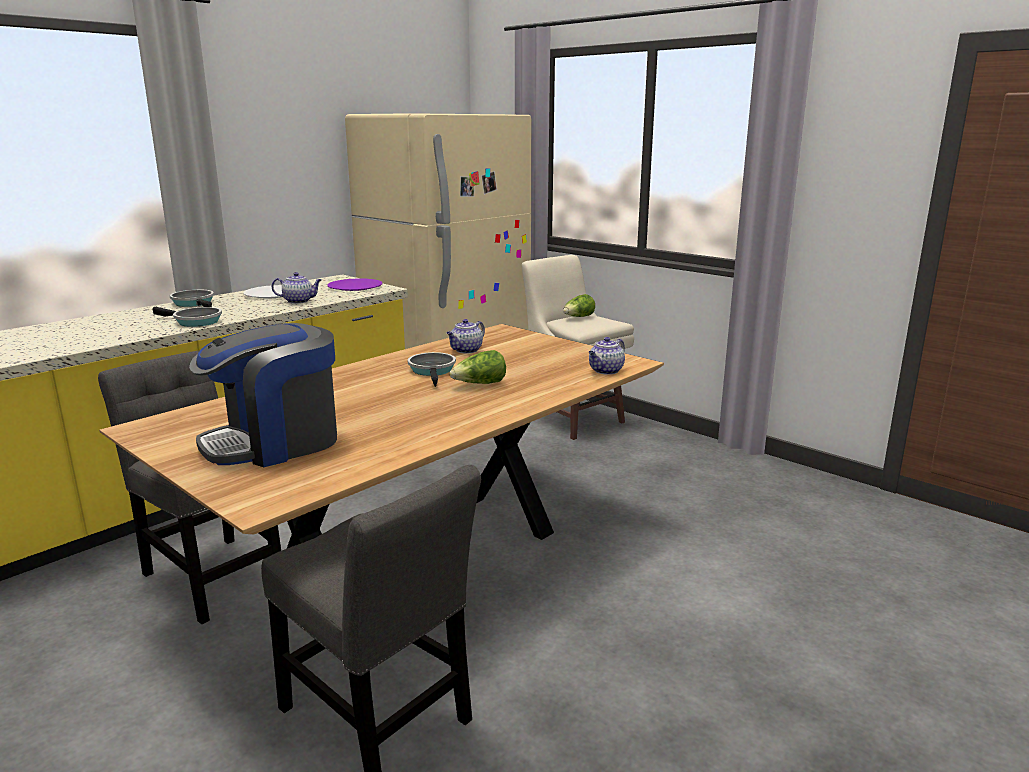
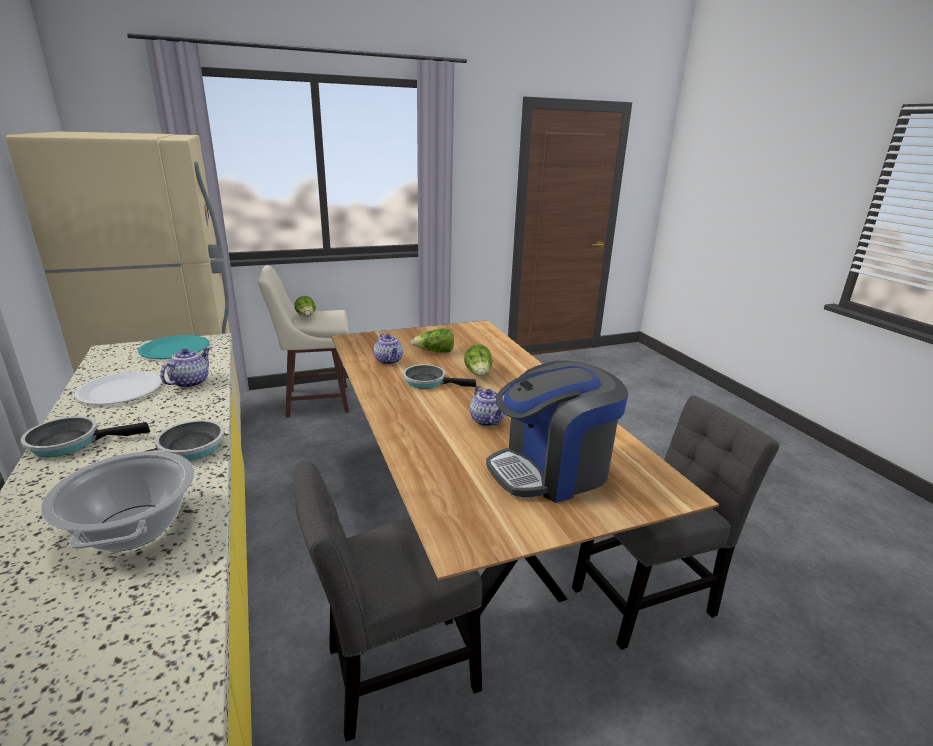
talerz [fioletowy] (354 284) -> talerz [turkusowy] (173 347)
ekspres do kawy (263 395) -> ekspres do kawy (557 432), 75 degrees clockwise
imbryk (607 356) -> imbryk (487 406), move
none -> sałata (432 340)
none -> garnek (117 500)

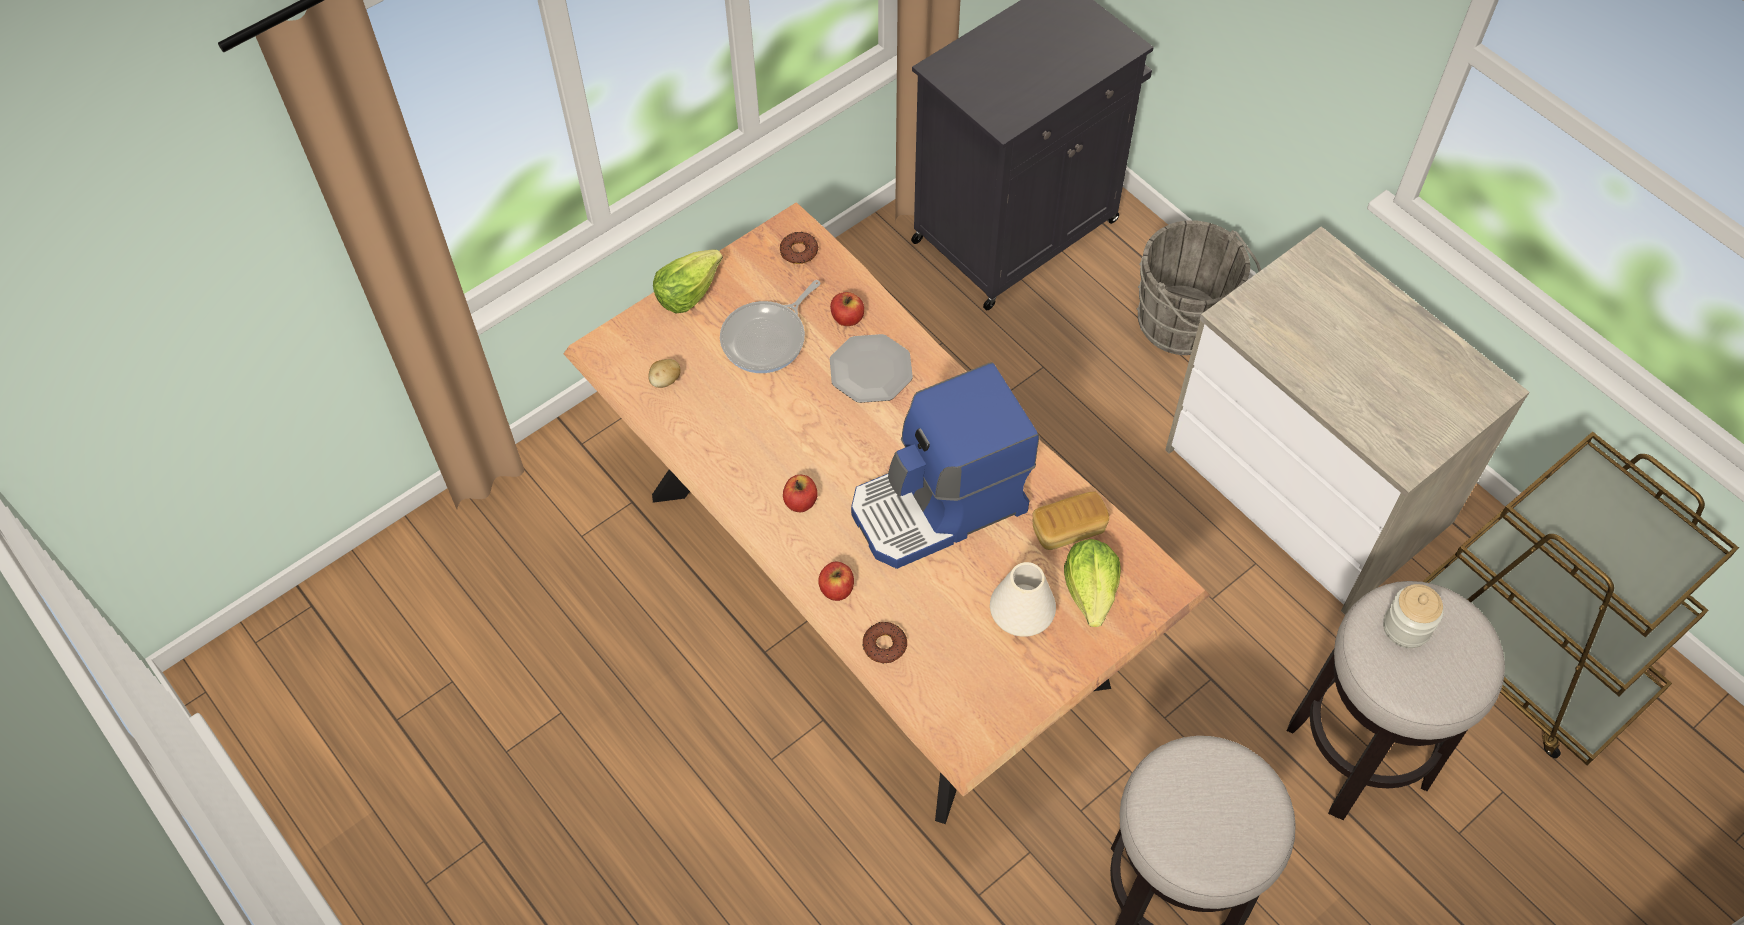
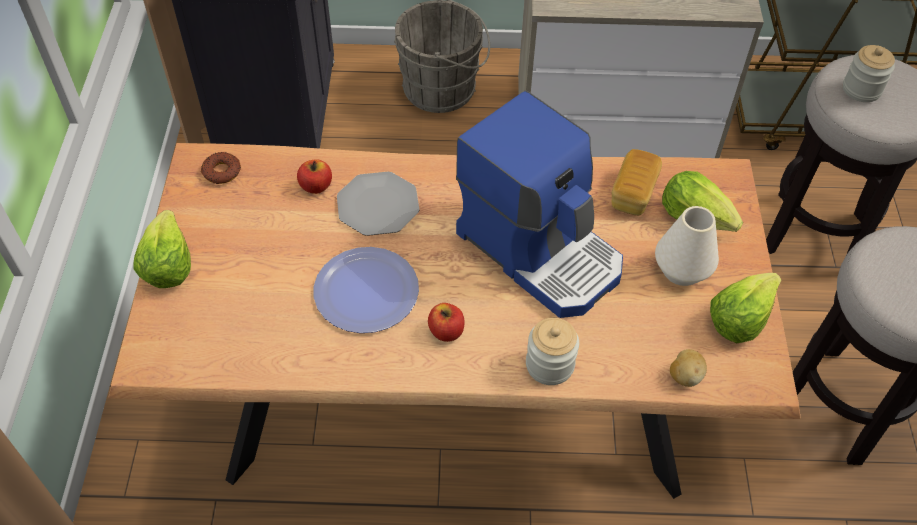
patelnia (770 326) -> none
ziemniak (664 373) -> ziemniak (688 368), move
ekspres do kawy (945 465) -> ekspres do kawy (539 204), 60 degrees counterclockwise
jabłko (836 581) -> słoik (552 351)
donut (884 642) -> none
none -> talerz (366 290)
none -> sałata (745 308)

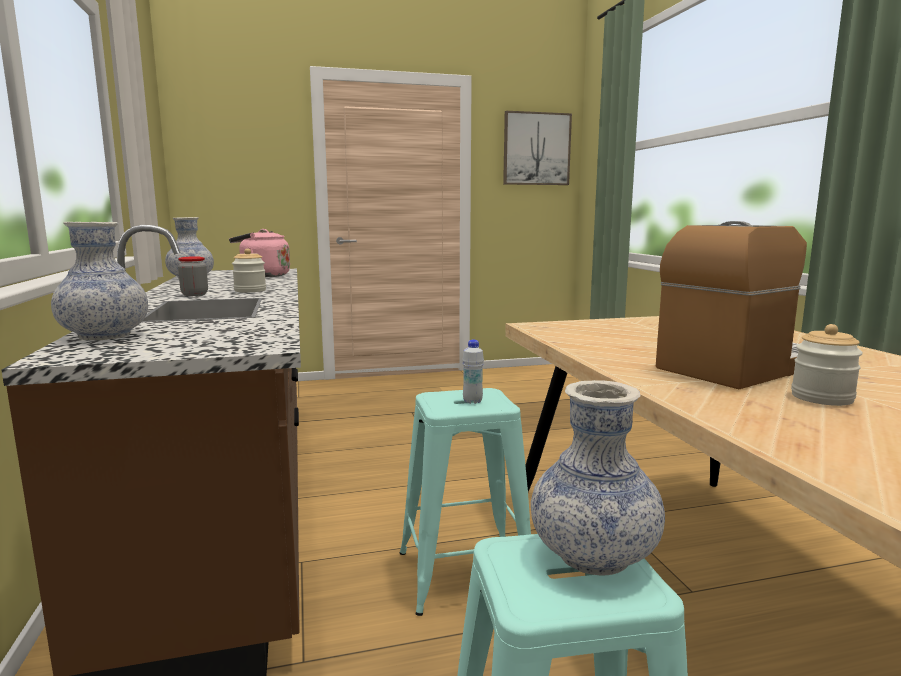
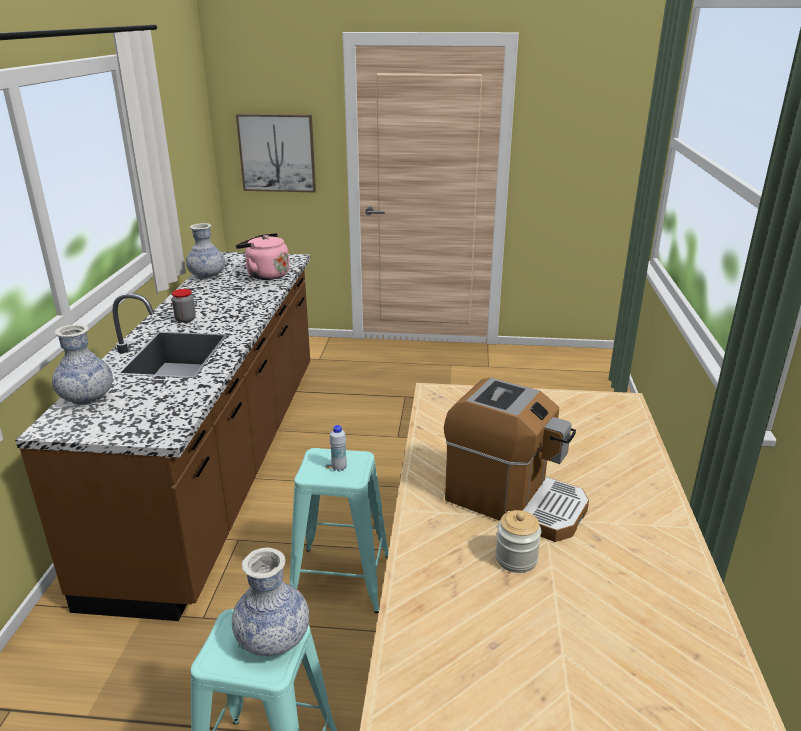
obraz (537 148) -> obraz (276 153), move
ekspres do kawy (731 305) -> ekspres do kawy (516 460), 45 degrees clockwise
słoik (249 270) -> none

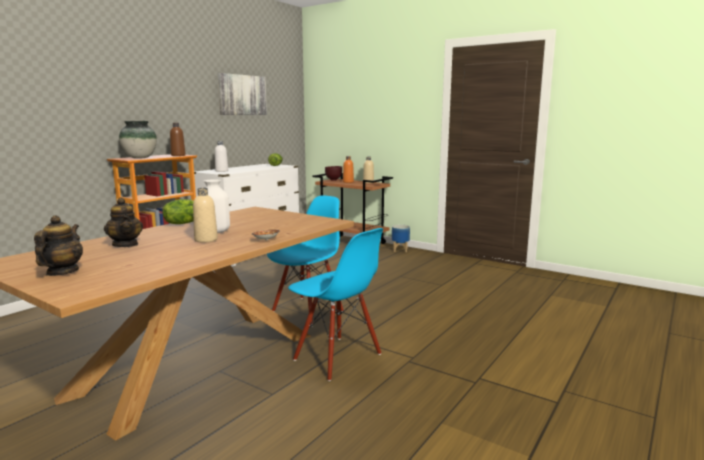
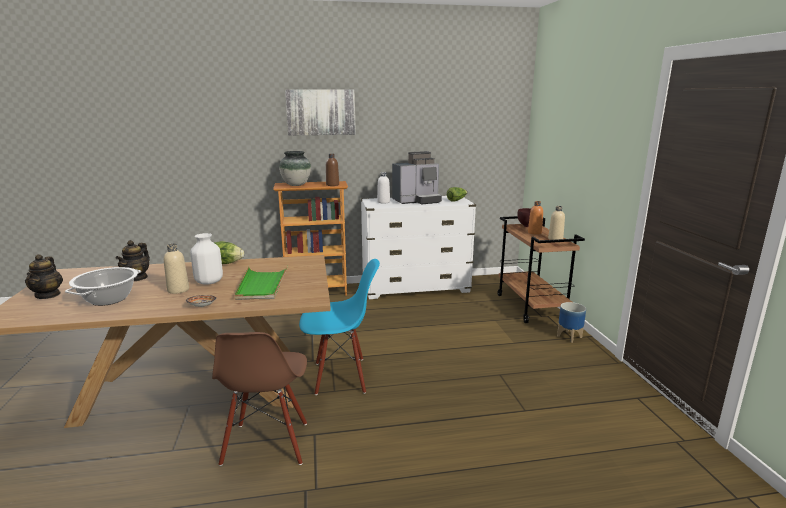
obraz (242 94) -> obraz (320 112), move
imbryk (58 245) -> imbryk (44 276), 120 degrees clockwise
krzesło [niebieski] (335 304) -> krzesło [brązowy] (259 399)
none -> ekspres do kawy (417 178)
none -> taca [zielony] (261 283)
none -> garnek (103 286)

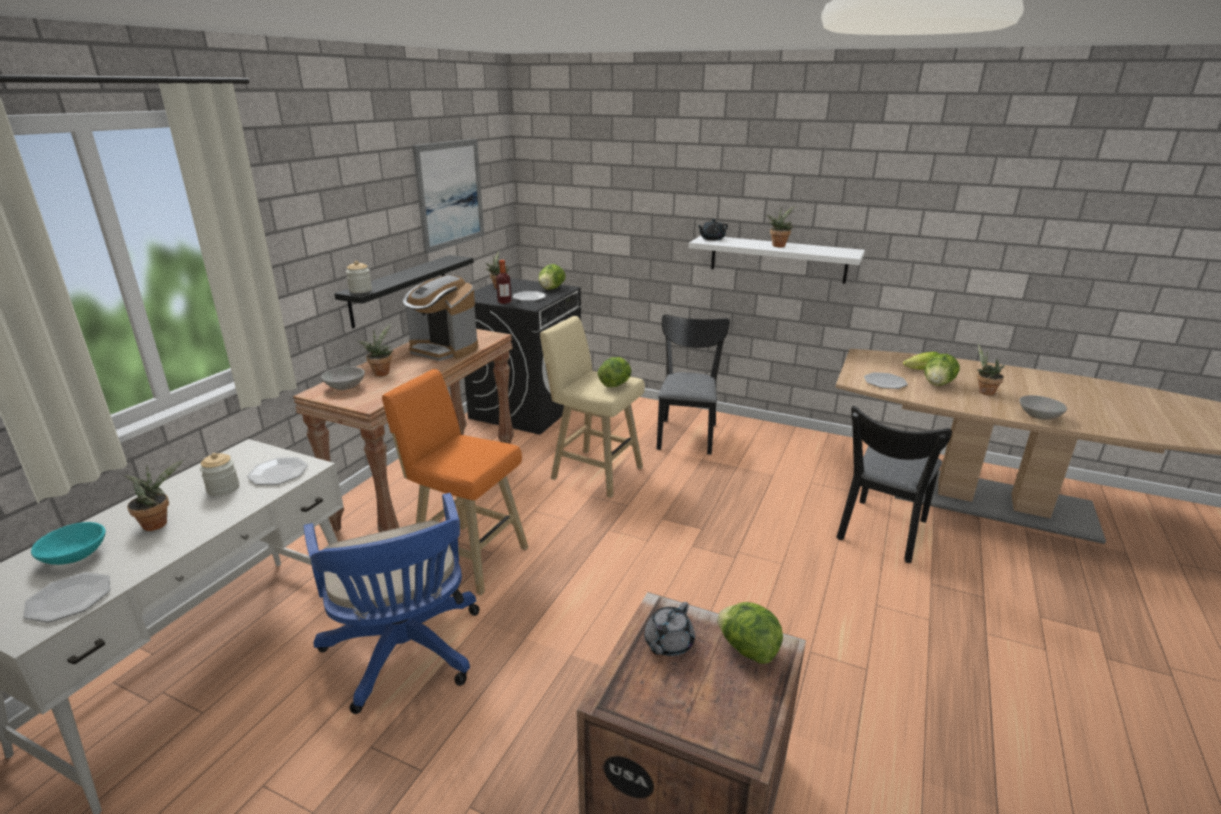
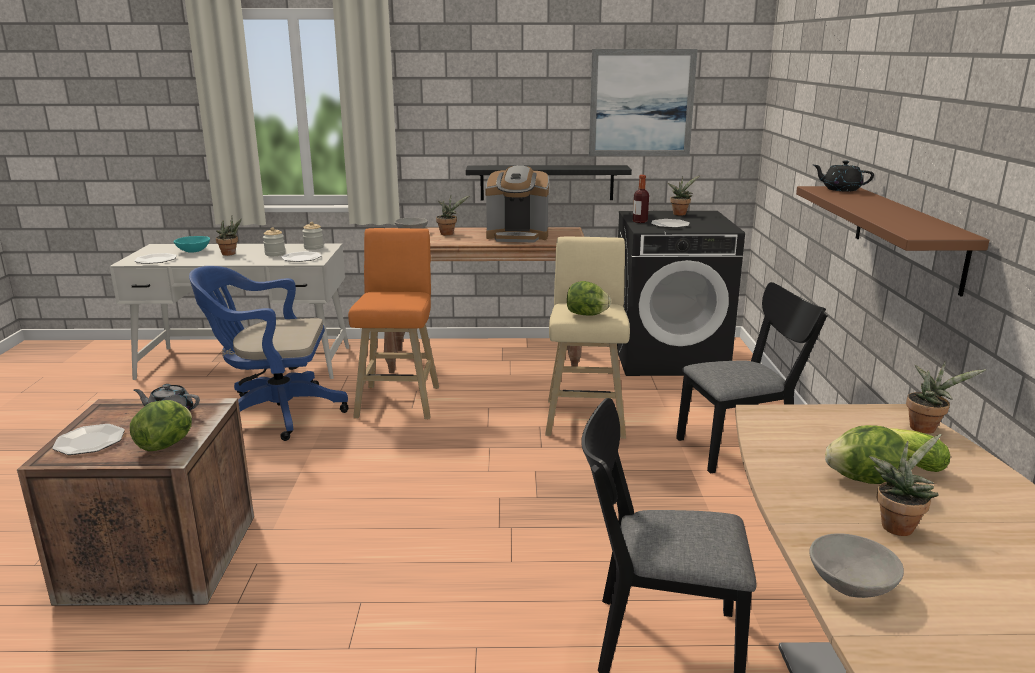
roślina doniczkowa (781 226) -> roślina doniczkowa (946 397), move
półka [biały] (777 260) -> półka [brązowy] (892 241)
słoik (359 277) -> słoik (313 236), move
sałata (552 277) -> none
ekspres do kawy (440 318) -> ekspres do kawy (517 203), 90 degrees counterclockwise
talerz (886 380) -> talerz (88 439), move
krzesło biurowe [niebieski] (392 603) -> krzesło biurowe [niebieski] (269 353), 45 degrees clockwise

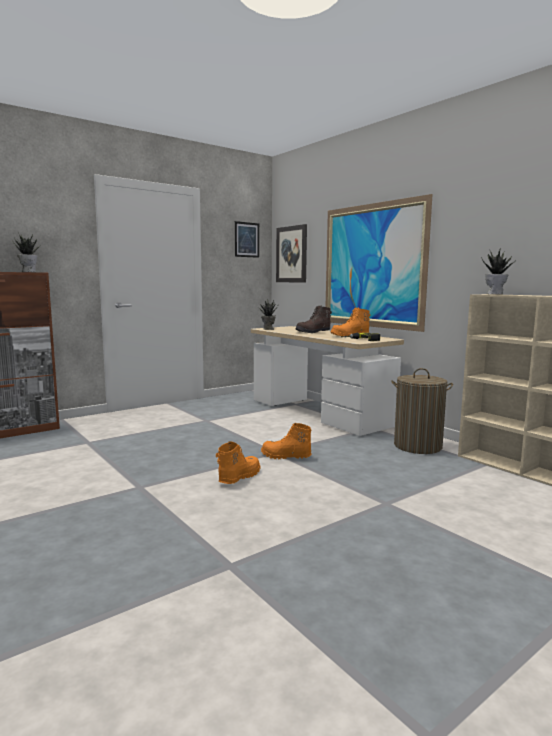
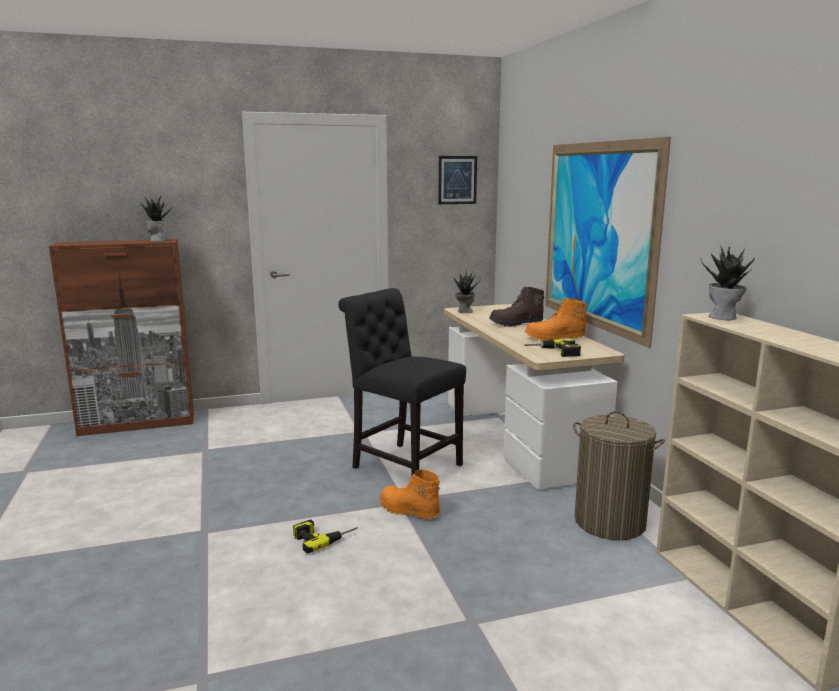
obraz (291 253) -> none
but z cholewką [pomarańczowy] (238 462) -> wiertarka (325 536)
none -> krzesło [czarny] (402 381)

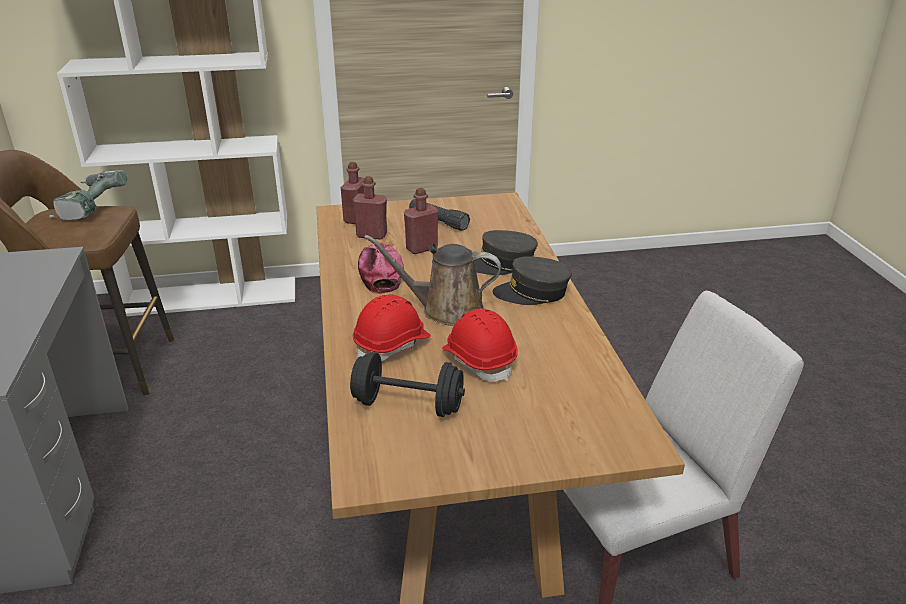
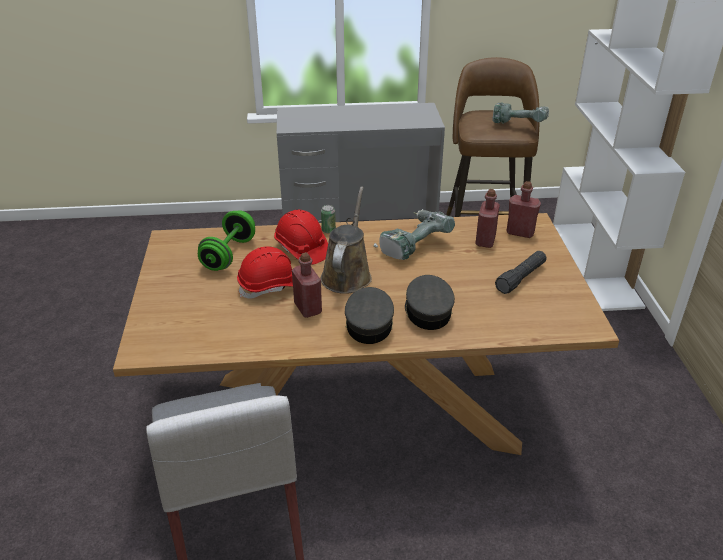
butelka [czerwony] (421 221) -> butelka [czerwony] (307 285), move
czapka z daszkiem (381 268) -> wiertarka (414 234)
hantel [czarny] (407 384) -> hantel [zielony] (226 240)
none -> puszka (328 219)

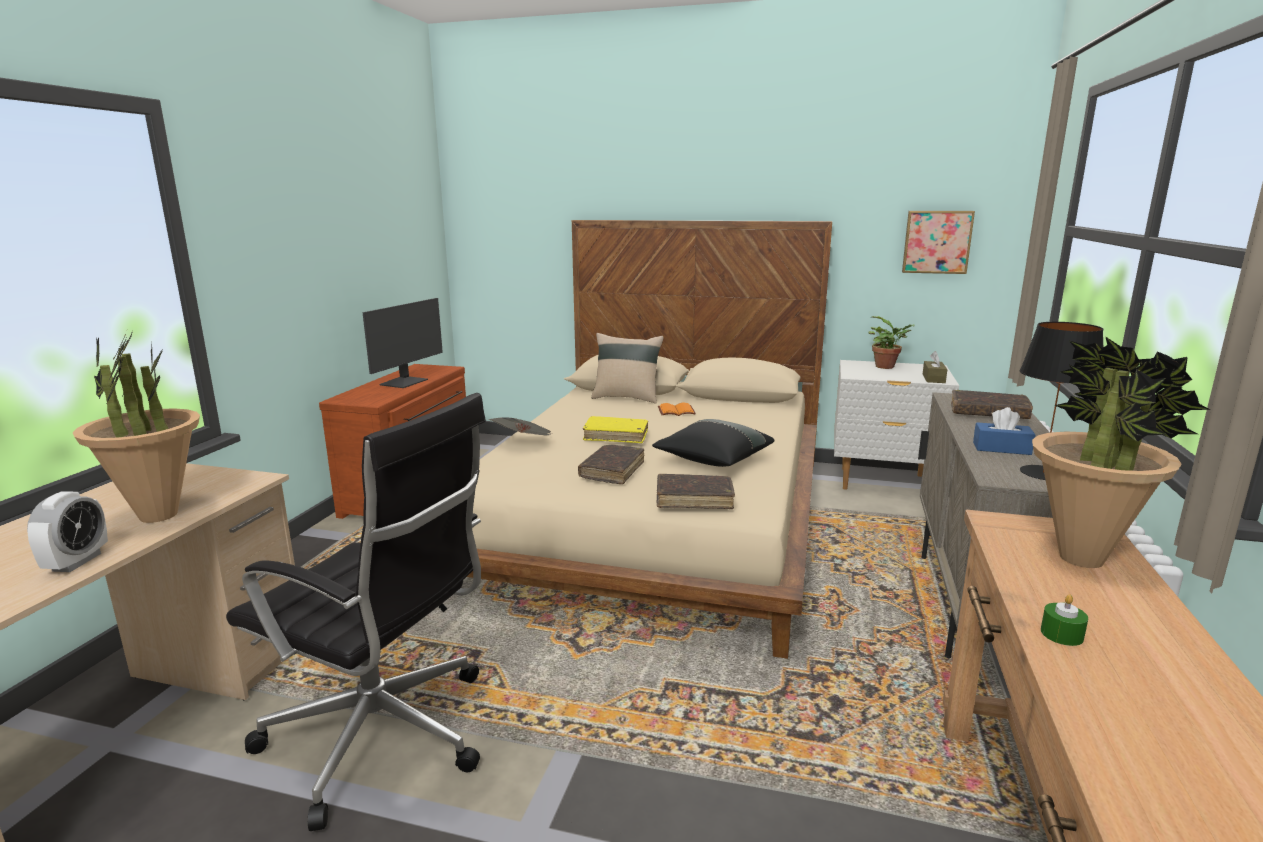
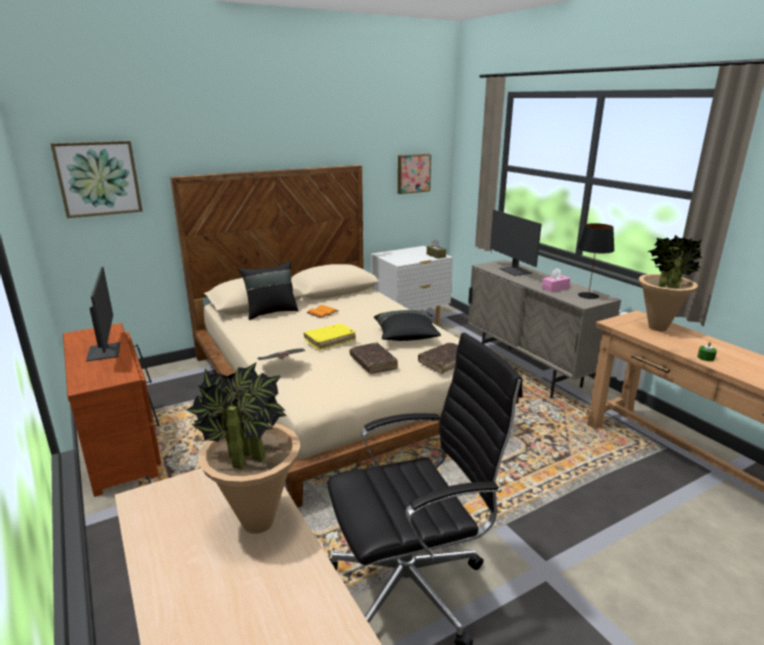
roślina doniczkowa (891 342) -> none
poduszka [beżowy] (627 368) -> poduszka [czarny] (268 290)
książka [brązowy] (992 404) -> monitor (516 243)
pudełko chusteczek [niebieski] (1004 431) -> pudełko chusteczek [różowy] (556 280)
budzik (67 531) -> none
none -> obraz (96 179)

